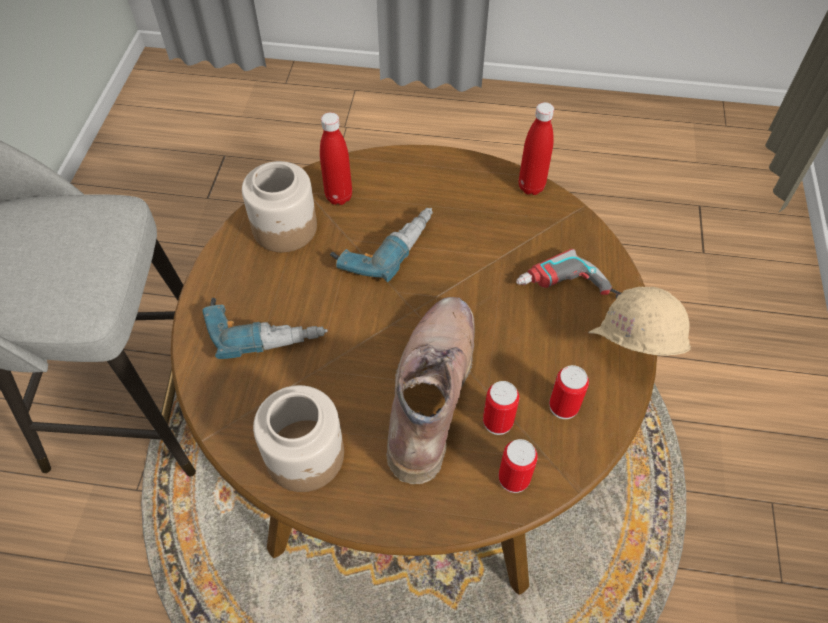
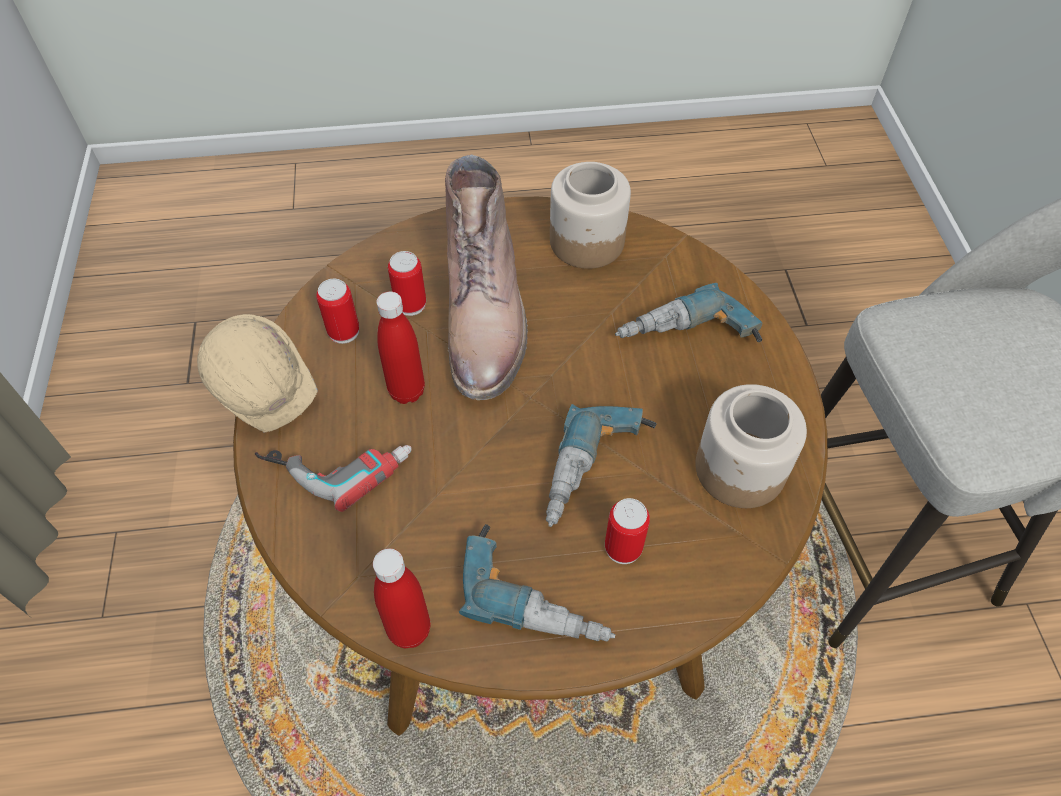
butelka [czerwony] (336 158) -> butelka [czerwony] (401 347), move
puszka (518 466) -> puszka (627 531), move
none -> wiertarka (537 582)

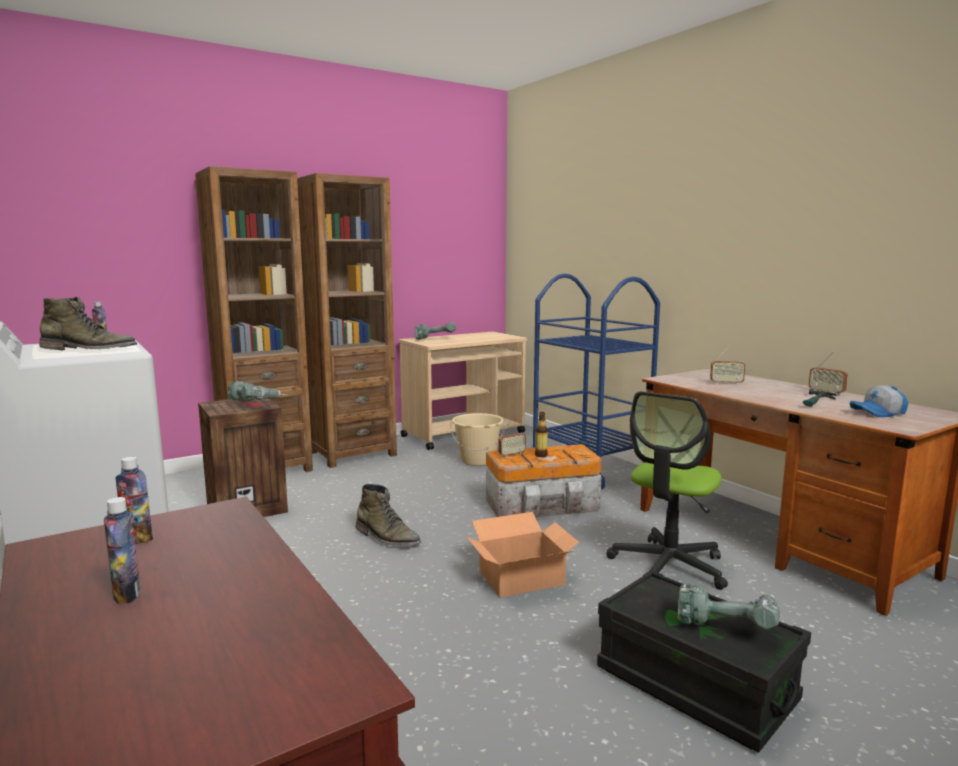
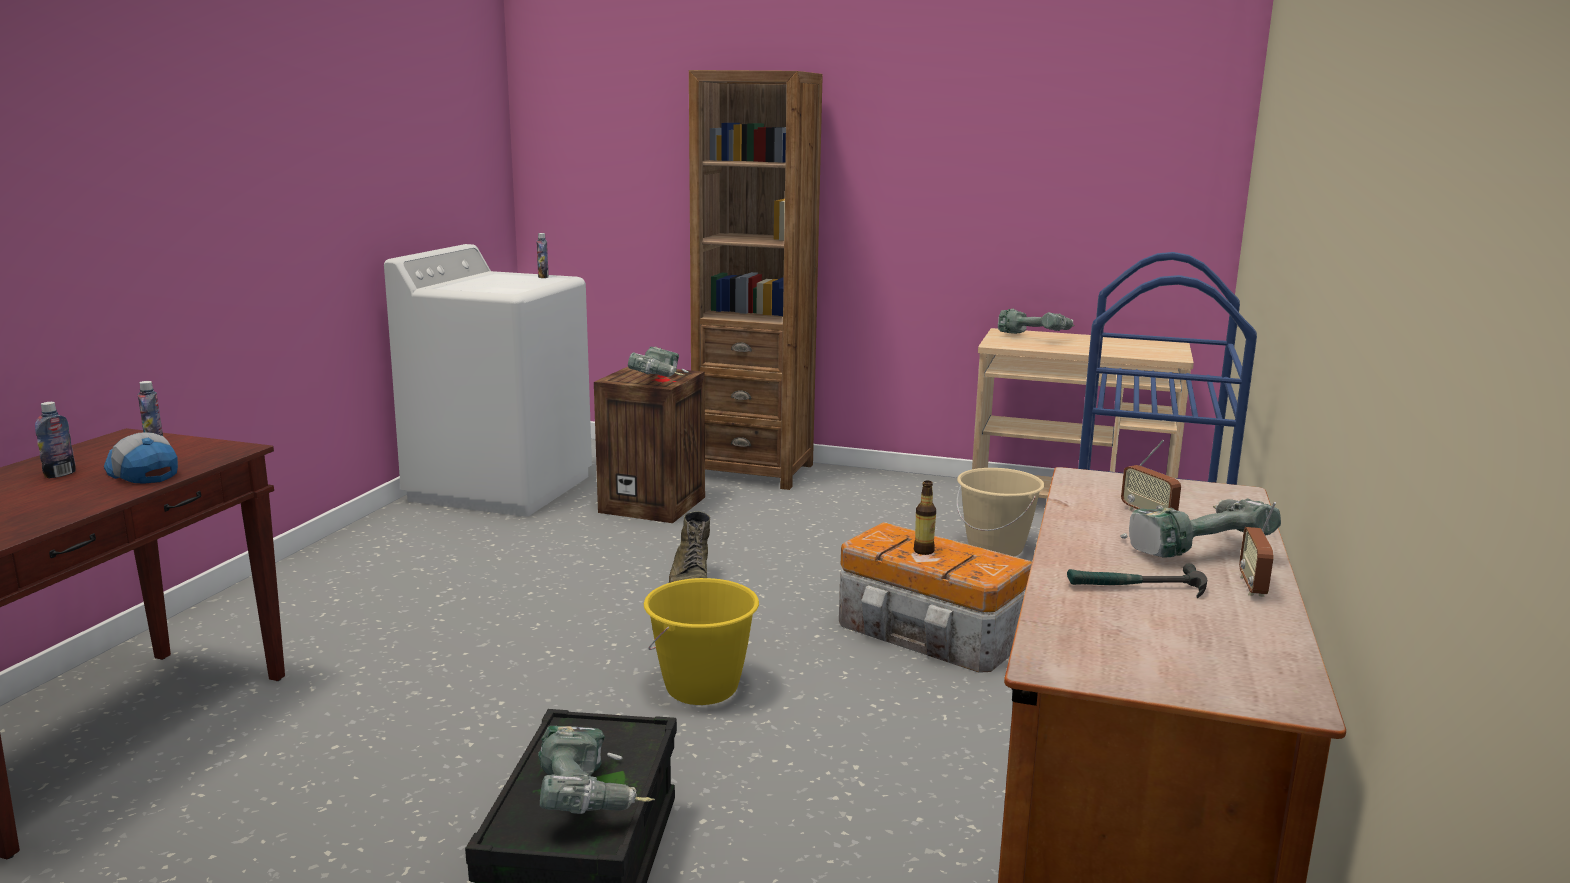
regał [brązowy] (347 320) -> none
but z cholewką [zielony] (88 323) -> none
czapka z daszkiem (879 401) -> czapka z daszkiem (141 457), move
krzesło biurowe (667 490) -> none
radio (512 438) -> none
karton (522 555) -> wiadro [żółty] (701 641)
none -> wiertarka (1201 528)

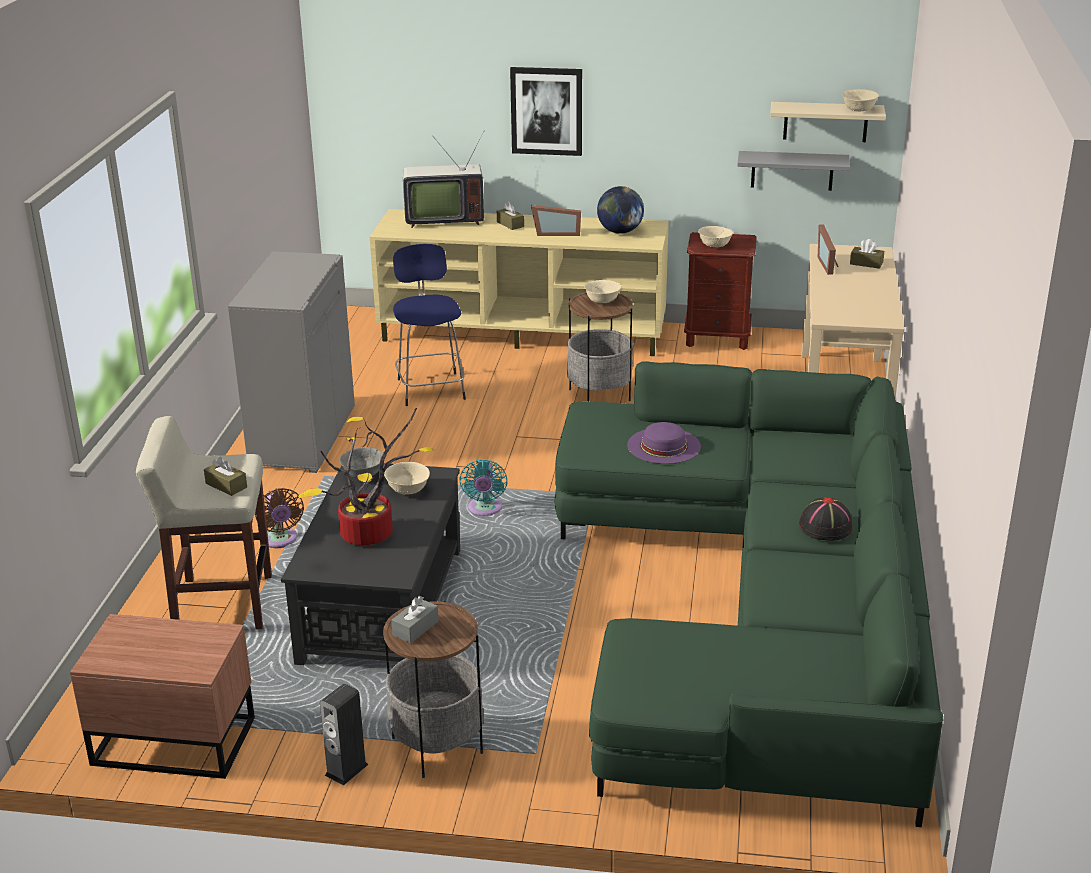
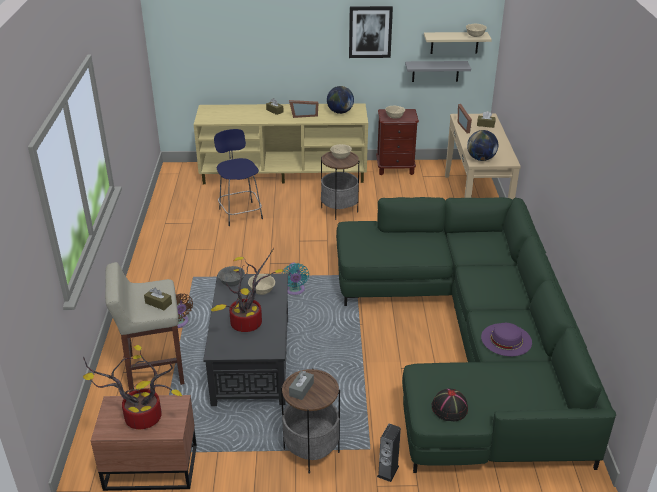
obraz (546 111) -> obraz (371 32), move
telewizor (443 180) -> none
szafka [szary] (291 362) -> none
kapelusz [fioletowy] (664 443) -> kapelusz [fioletowy] (506 339), move
kapelusz [czarny] (825 519) -> kapelusz [czarny] (449 405), move
głośnik (344 734) -> głośnik (389 453), move
none -> globus (482 145)
none -> roślina doniczkowa (132 387)

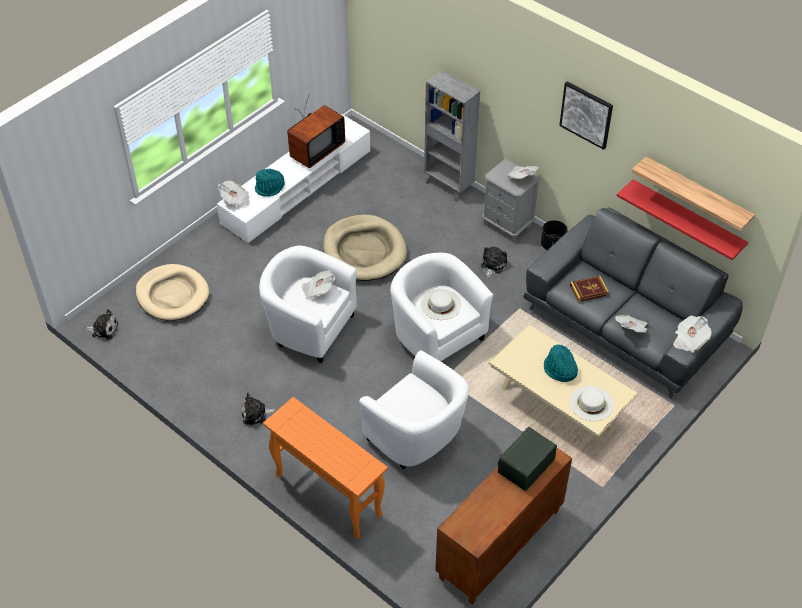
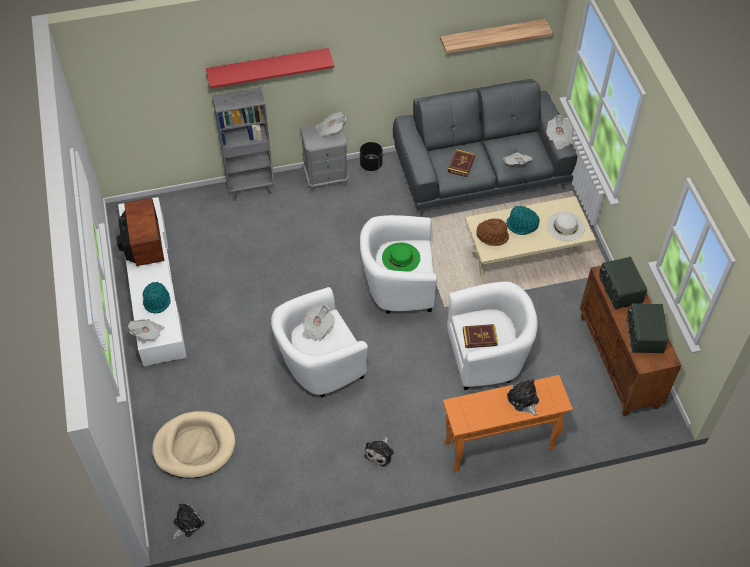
obraz (586 115) -> none
półka [czerwony] (682 219) -> półka [czerwony] (270 68), move
legowisko [beżowy] (365 248) -> none
pluszak (494 262) -> pluszak (523 397), move
kapelusz [biały] (441 304) -> kapelusz [zielony] (401 257)
none -> kapelusz [brązowy] (492 232)
none -> radio (647 328)
none -> książka (480 336)

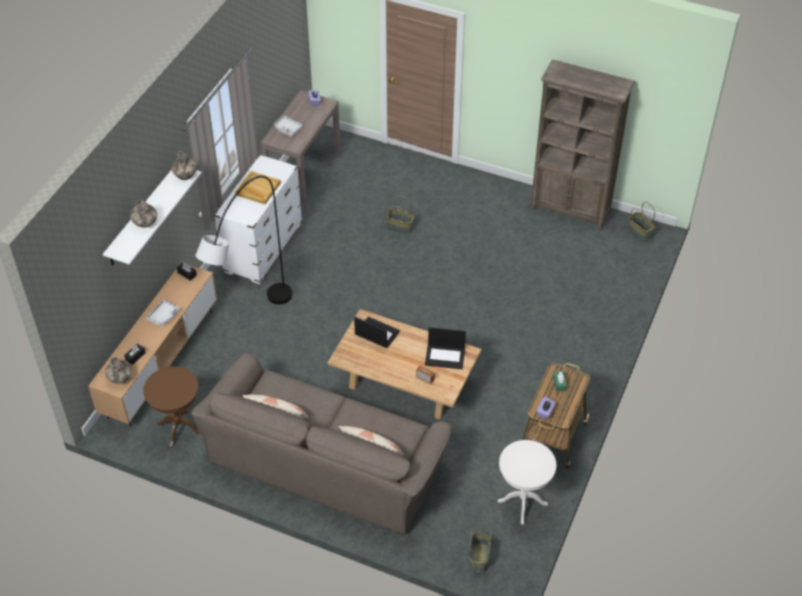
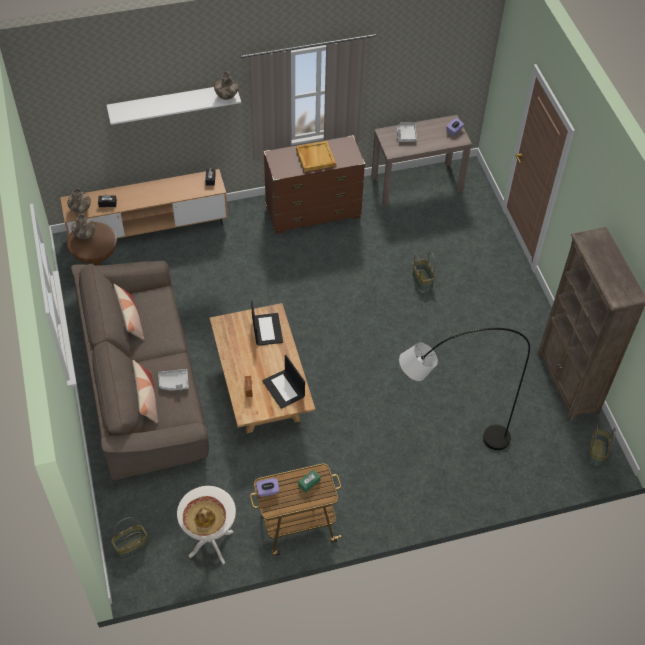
komoda [biały] (258 219) -> komoda [brązowy] (314 184)
lampa stojąca [szary] (243 240) -> lampa stojąca [szary] (464 389), move
wazon (143 214) -> wazon (83 226), move
taca [szary] (163 313) -> taca [szary] (173 380), move
none -> kapelusz (204 516)

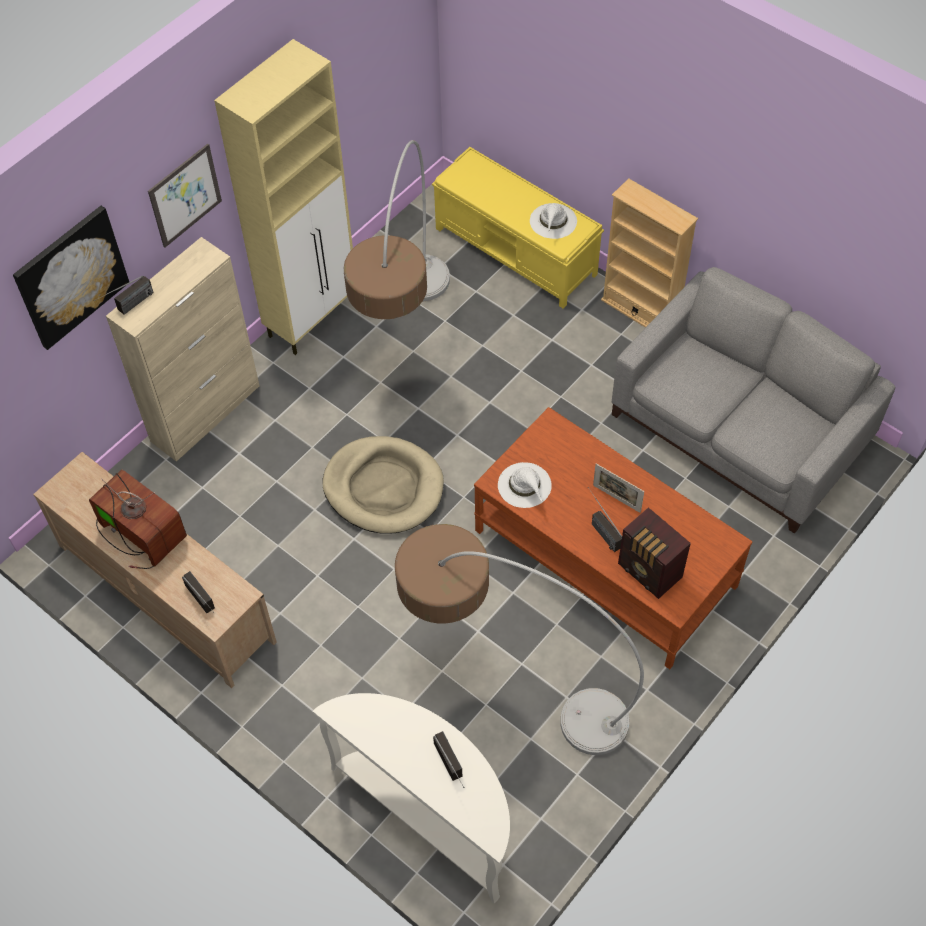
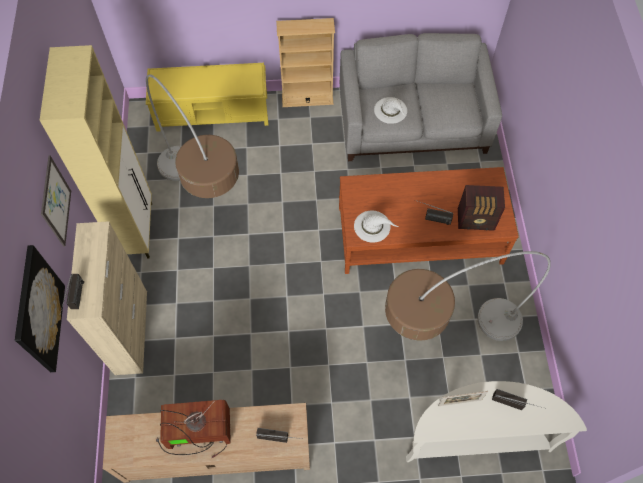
kapelusz [biały] (553 221) -> kapelusz [biały] (390 110), move
legowisko [beżowy] (383 485) -> none
ramka na zdjęcie (618 488) -> ramka na zdjęcie (463 398), move

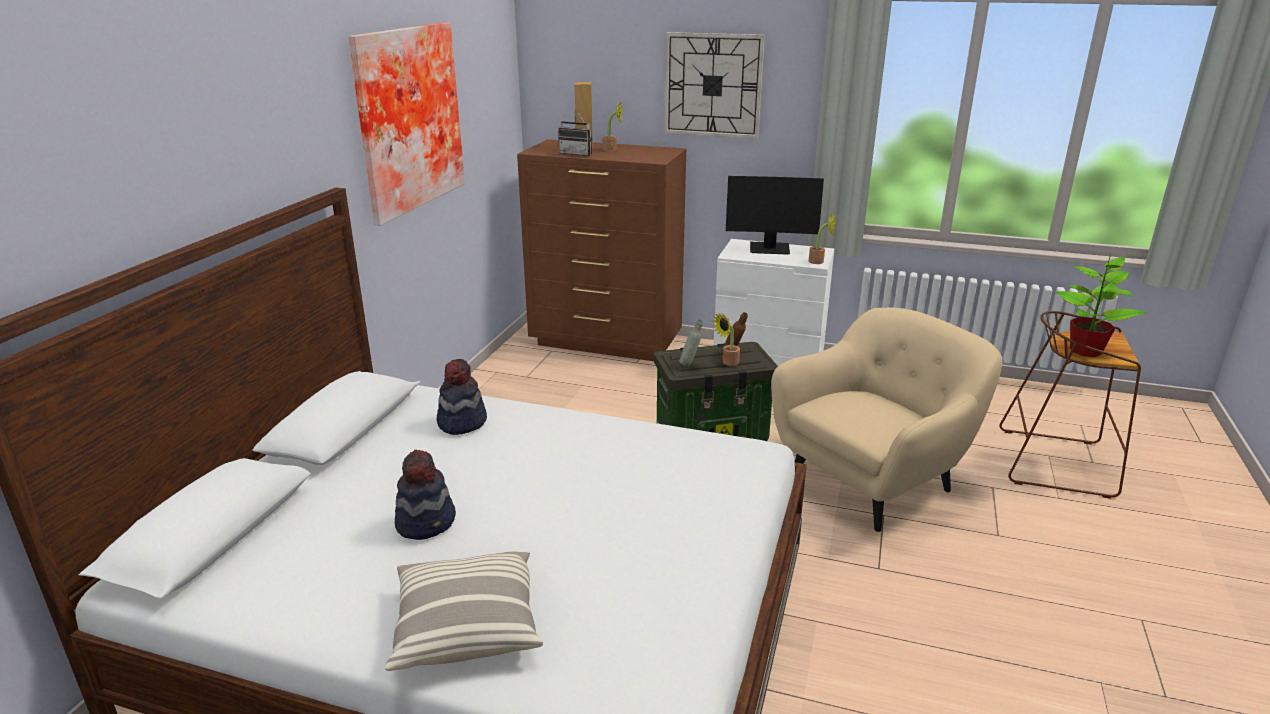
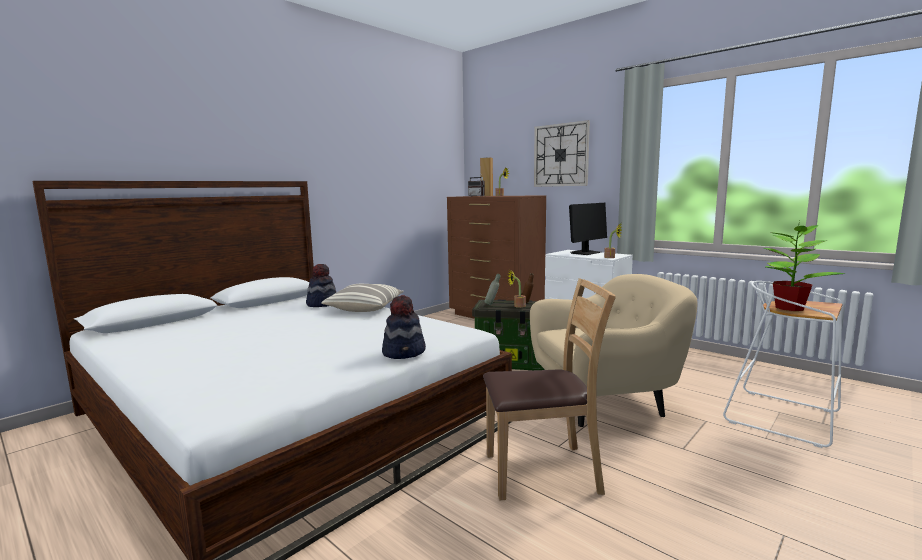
obraz (406 124) -> none
monitor (775 215) -> monitor (588 229), 75 degrees counterclockwise
stołek [brązowy] (1070 405) -> stołek [biały] (782 364)
kapelusz (425 495) -> kapelusz (404 327), move
poduszka (464 610) -> poduszka (362 298), move
none -> krzesło [brązowy] (549 389)

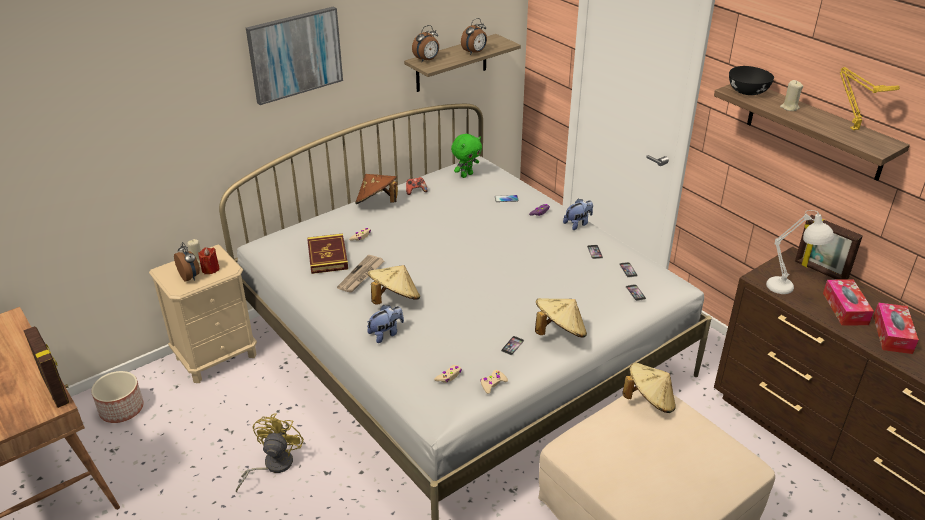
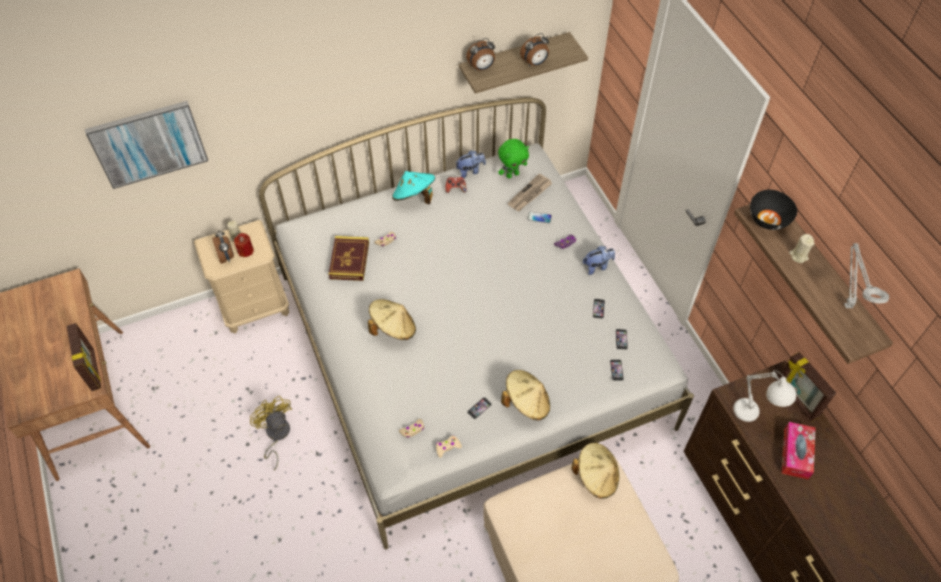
obraz (294 55) -> obraz (146 145), move
lampa stołowa [żółty] (870 98) -> lampa stołowa [szary] (866 275)
kapelusz [brązowy] (376 189) -> kapelusz [turkusowy] (413 188)
gazeta (360 274) -> gazeta (529 192), move
pudełko chusteczek (896 328) -> none
pluszak (385 324) -> pluszak (471 164), move
donica (117 397) -> none
wentylator [żółty] (270 452) -> wentylator [żółty] (271 433), 60 degrees counterclockwise

